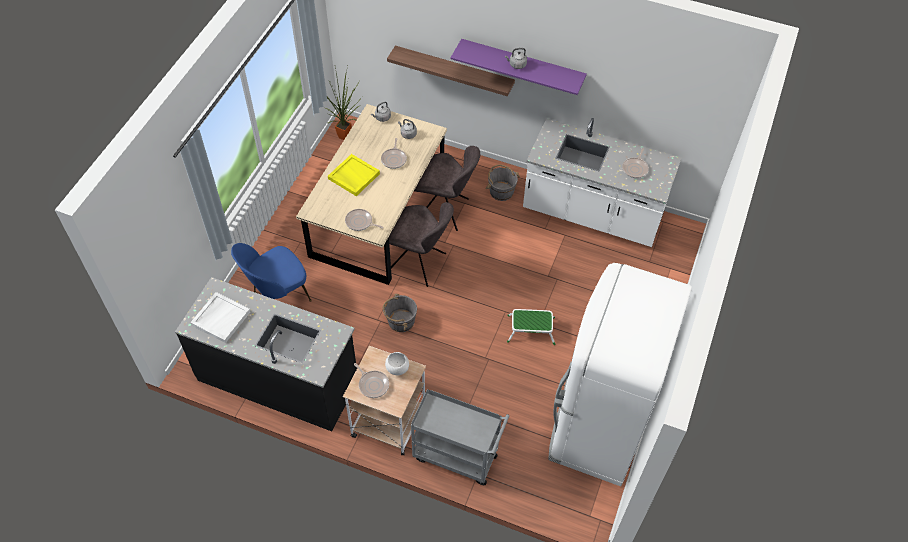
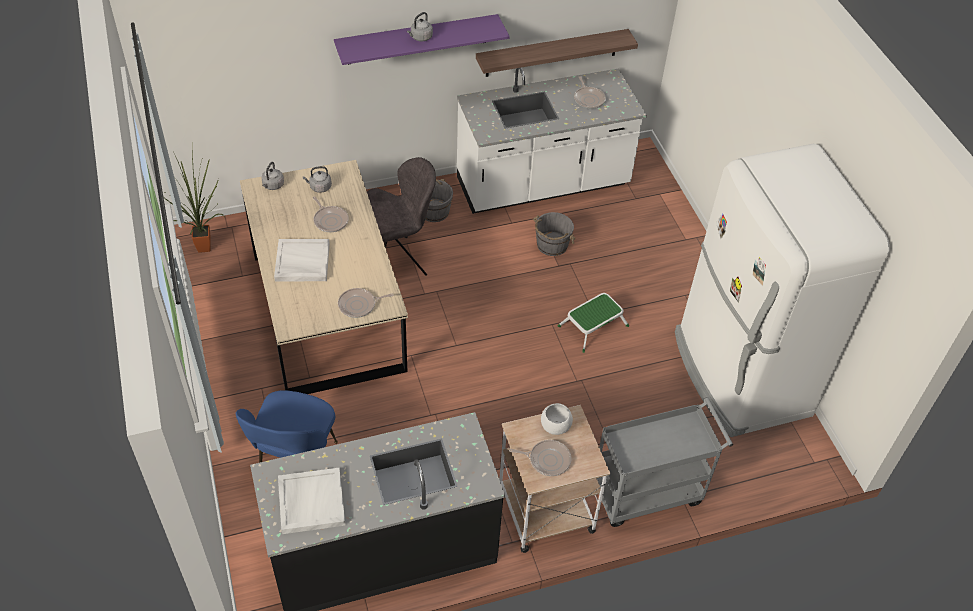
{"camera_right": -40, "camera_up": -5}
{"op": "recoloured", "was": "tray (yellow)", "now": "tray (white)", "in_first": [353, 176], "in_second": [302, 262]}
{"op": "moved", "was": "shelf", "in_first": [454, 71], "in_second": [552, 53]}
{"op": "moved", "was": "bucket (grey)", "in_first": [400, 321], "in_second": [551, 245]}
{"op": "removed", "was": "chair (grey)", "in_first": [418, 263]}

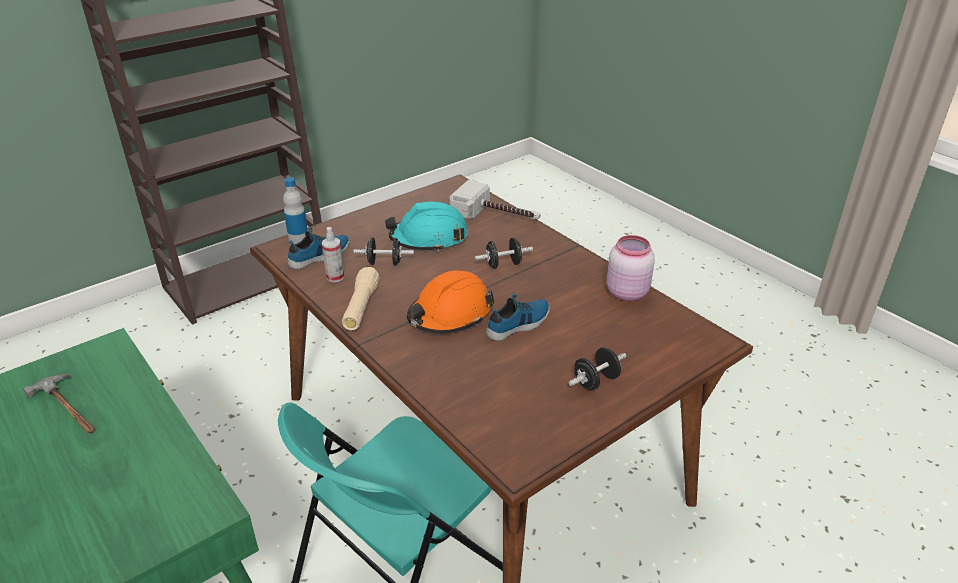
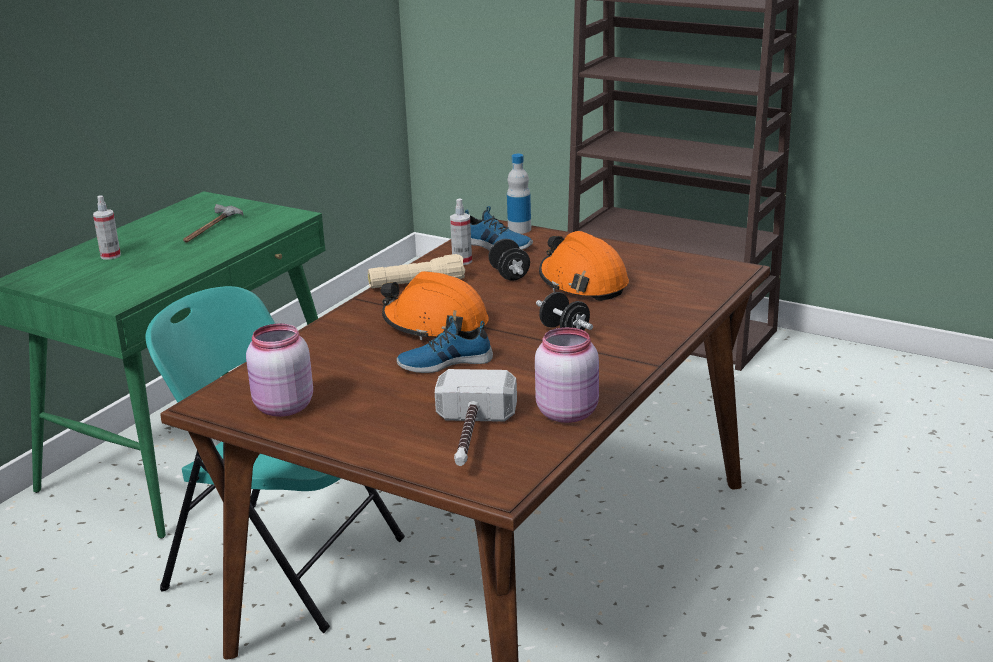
{"camera_right": 70, "camera_up": -10}
{"op": "added", "now": "spray bottle", "in_second": [110, 256]}
{"op": "added", "now": "jar (pink)", "in_second": [282, 408]}
{"op": "turned", "was": "shoe", "in_first": [519, 324], "in_second": [444, 362], "clockwise": 135}
{"op": "moved", "was": "hammer", "in_first": [497, 216], "in_second": [470, 438]}
{"op": "recoloured", "was": "hard hat (turquoise)", "now": "hard hat (orange)", "in_first": [429, 238], "in_second": [582, 283]}
{"op": "removed", "was": "dumbbell (black)", "in_first": [596, 381]}

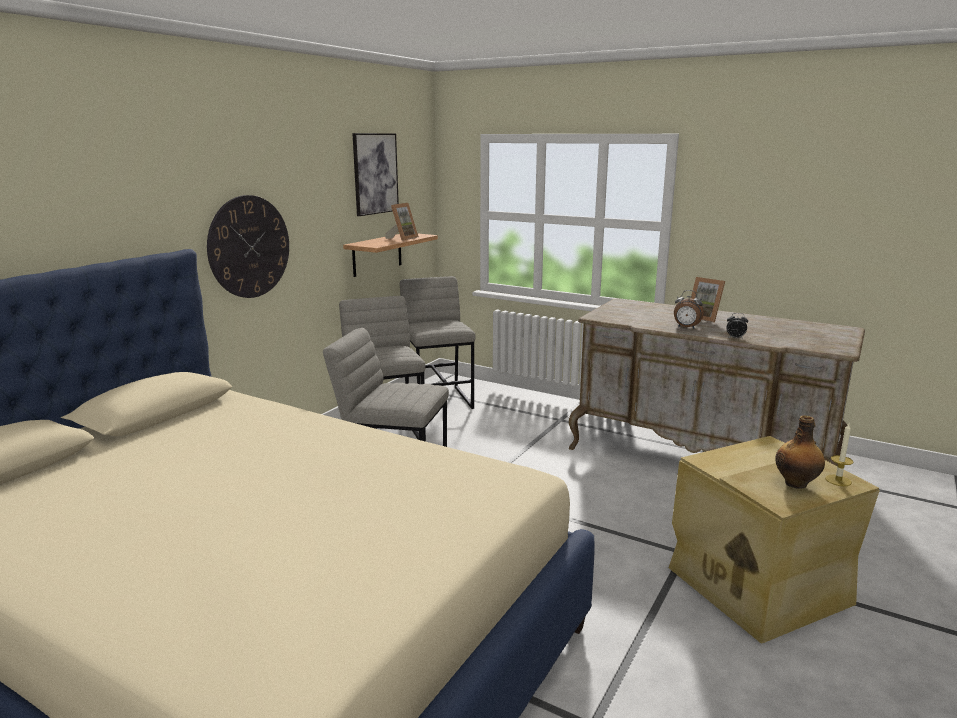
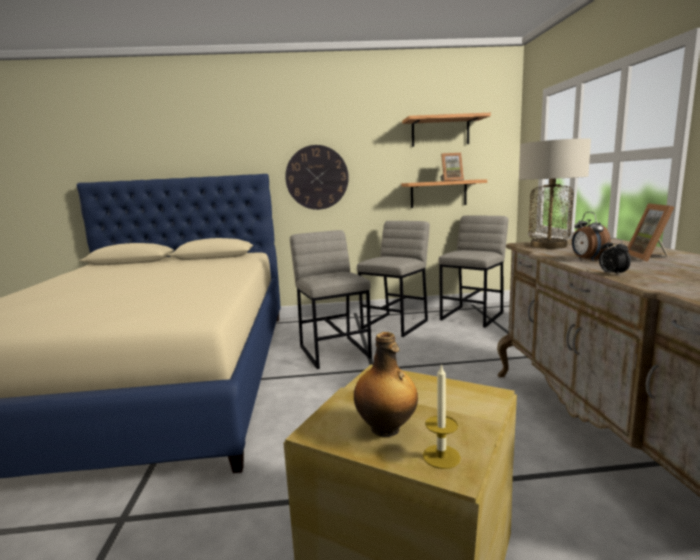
{"camera_right": 55, "camera_up": -5}
{"op": "replaced", "was": "picture", "now": "shelf", "in_first": [375, 173], "in_second": [440, 132]}
{"op": "added", "now": "table lamp", "in_second": [548, 246]}

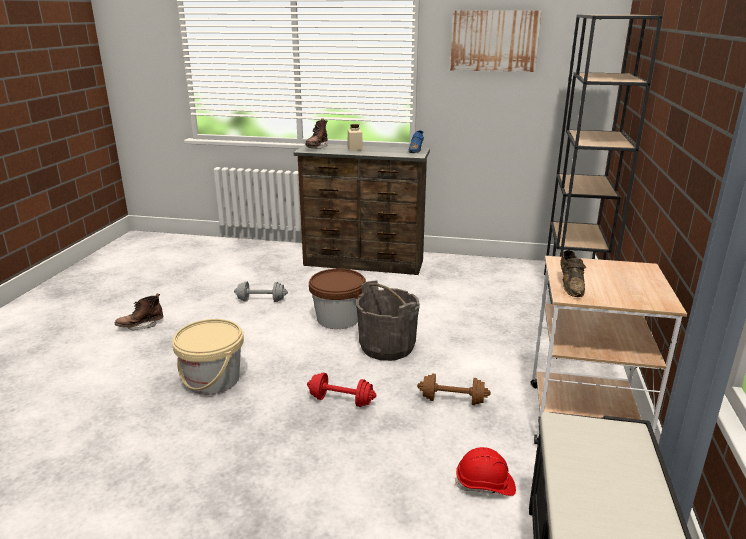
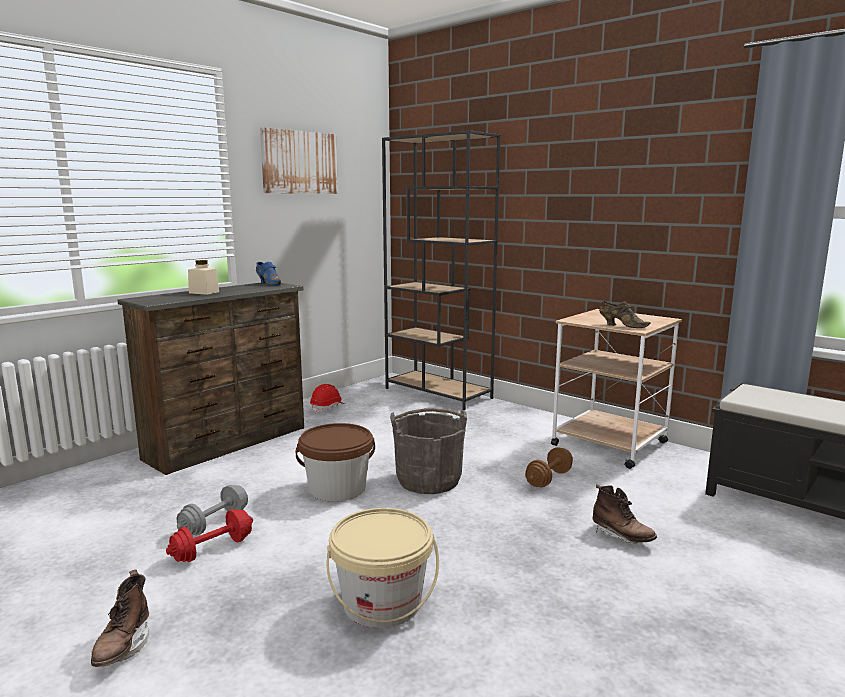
{"camera_right": -60, "camera_up": -10}
{"op": "moved", "was": "dumbbell (red)", "in_first": [341, 400], "in_second": [212, 549]}
{"op": "moved", "was": "hard hat (red)", "in_first": [485, 485], "in_second": [327, 407]}
{"op": "moved", "was": "boot (brown)", "in_first": [317, 147], "in_second": [622, 536]}

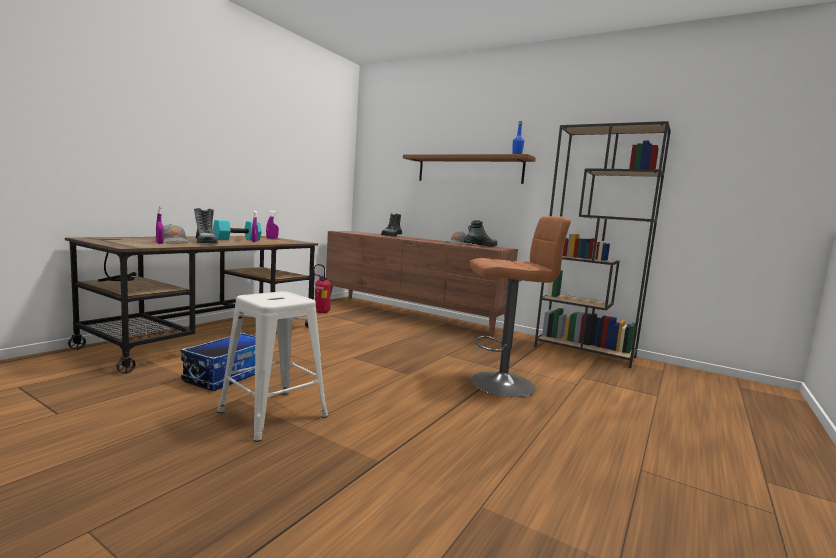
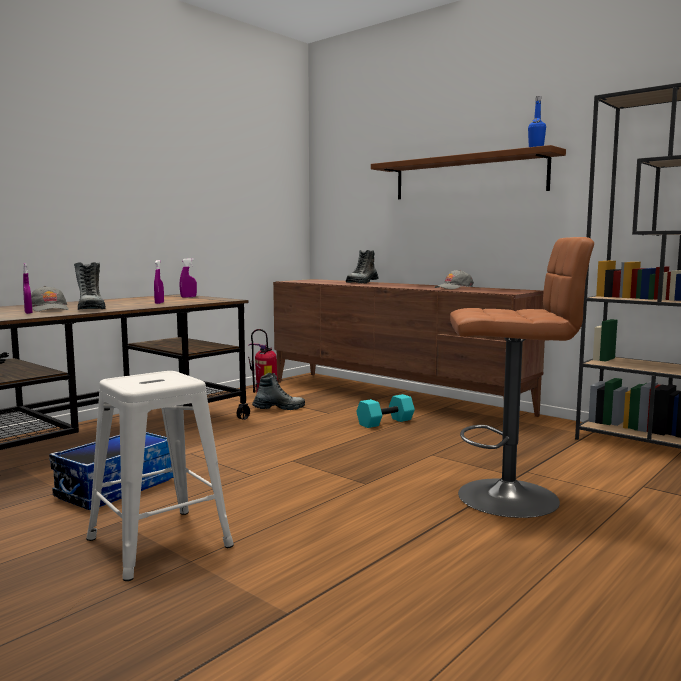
{"camera_right": 10, "camera_up": 0}
{"op": "moved", "was": "boot", "in_first": [480, 246], "in_second": [279, 408]}
{"op": "moved", "was": "dumbbell (turquoise)", "in_first": [237, 239], "in_second": [385, 422]}

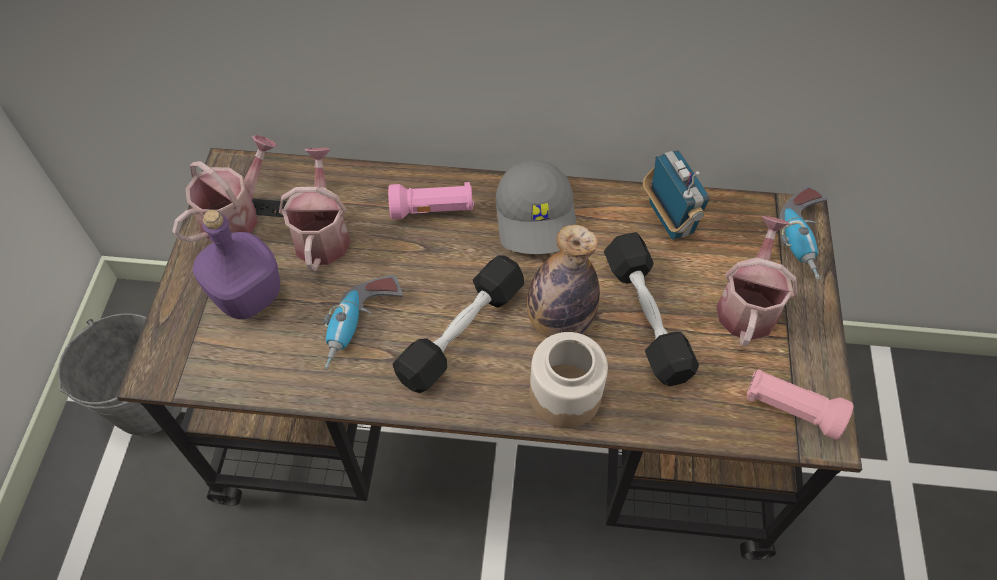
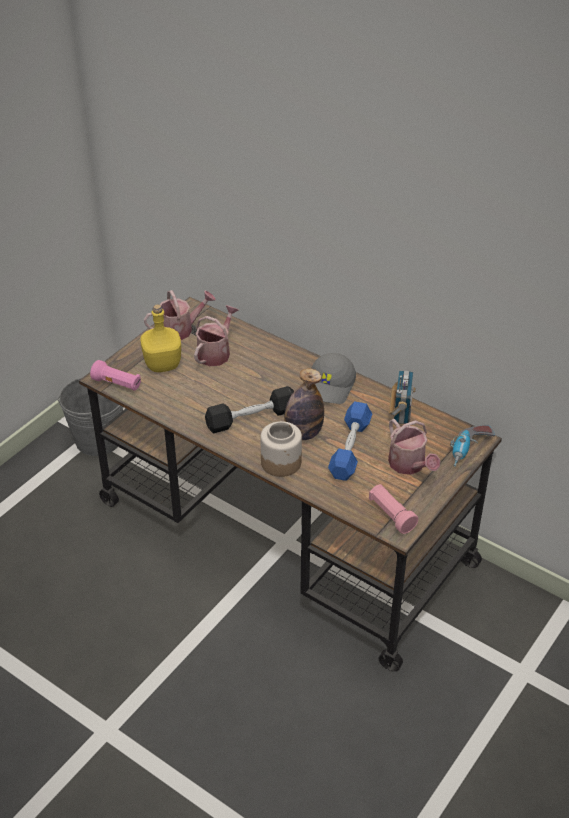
{"camera_right": 30, "camera_up": -15}
{"op": "moved", "was": "flashlight (pink)", "in_first": [432, 210], "in_second": [117, 384]}
{"op": "recoloured", "was": "bottle (purple)", "now": "bottle (yellow)", "in_first": [249, 295], "in_second": [163, 364]}
{"op": "recoloured", "was": "dumbbell (black)", "now": "dumbbell (blue)", "in_first": [646, 317], "in_second": [350, 449]}
{"op": "turned", "was": "watering can", "in_first": [748, 305], "in_second": [409, 465], "clockwise": 105}
{"op": "removed", "was": "power drill", "in_first": [361, 327]}

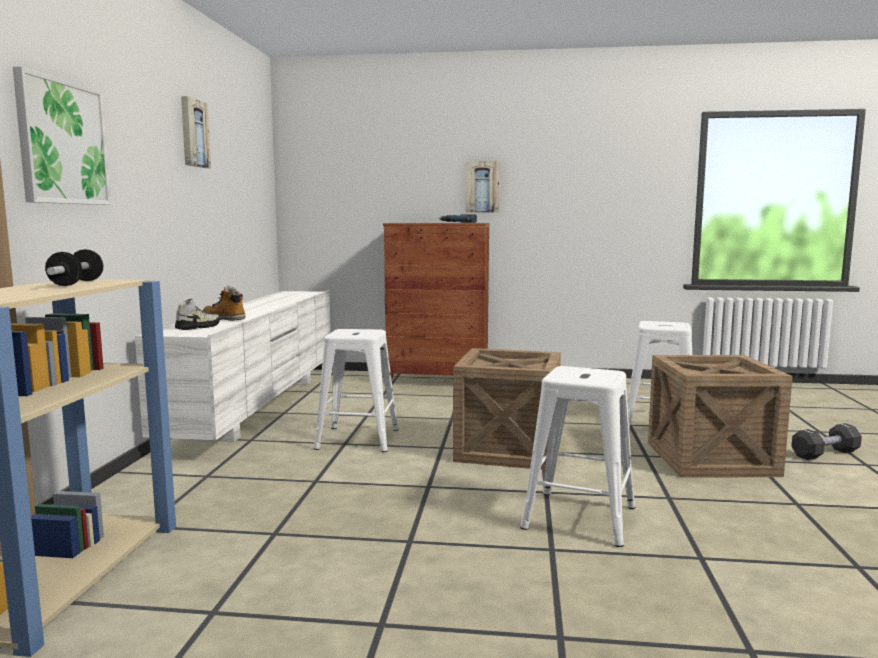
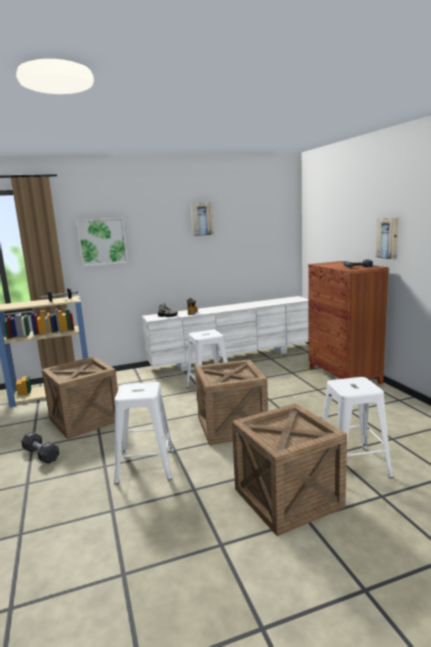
{"camera_right": 65, "camera_up": 5}
{"op": "moved", "was": "dumbbell (black)", "in_first": [825, 454], "in_second": [41, 455]}
{"op": "added", "now": "crate", "in_second": [85, 419]}

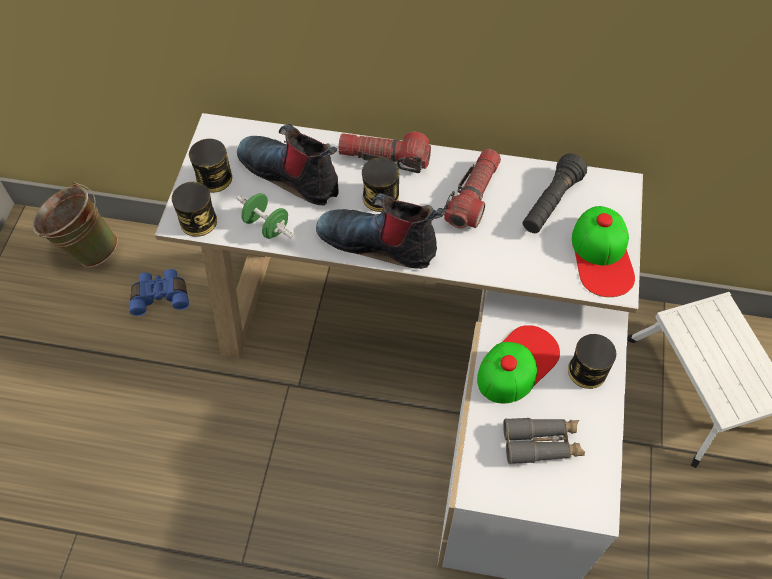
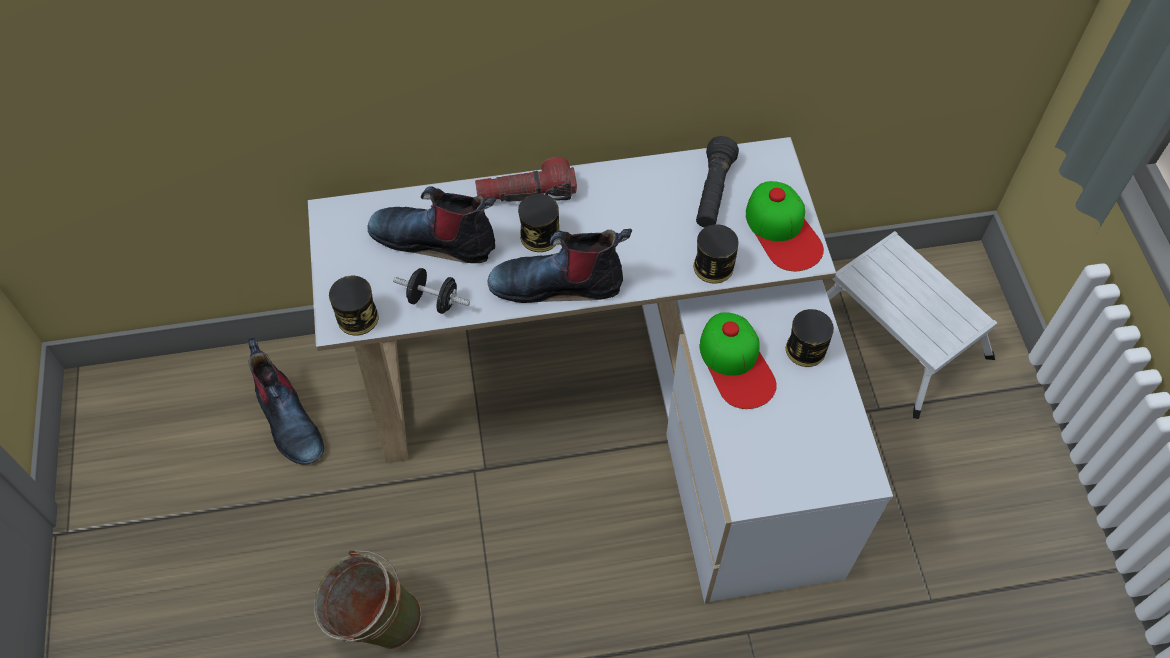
{"camera_right": -20, "camera_up": 0}
{"op": "replaced", "was": "binoculars (blue)", "now": "boot", "in_first": [161, 295], "in_second": [288, 420]}
{"op": "moved", "was": "bucket (green)", "in_first": [86, 249], "in_second": [374, 623]}
{"op": "recoloured", "was": "dumbbell (green)", "now": "dumbbell (black)", "in_first": [266, 226], "in_second": [433, 301]}
{"op": "moved", "was": "can", "in_first": [214, 178], "in_second": [713, 266]}
{"op": "turned", "was": "cap", "in_first": [517, 364], "in_second": [736, 364], "clockwise": 135}
{"op": "removed", "was": "flashlight", "in_first": [473, 196]}
{"op": "removed", "was": "binoculars (grey)", "in_first": [542, 443]}

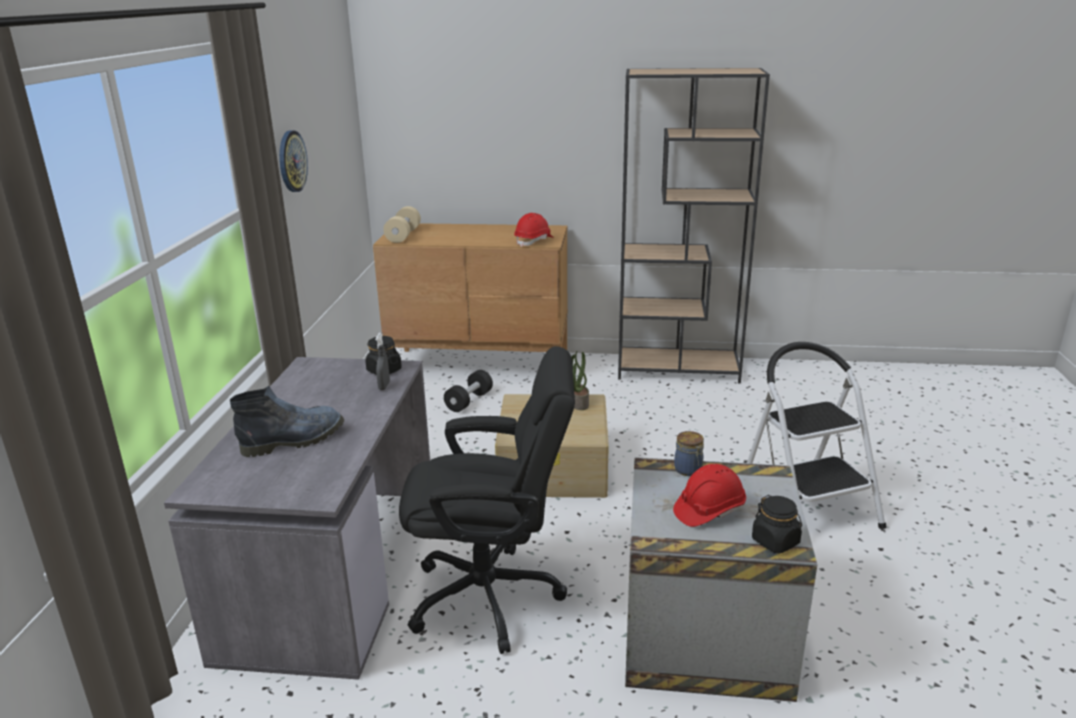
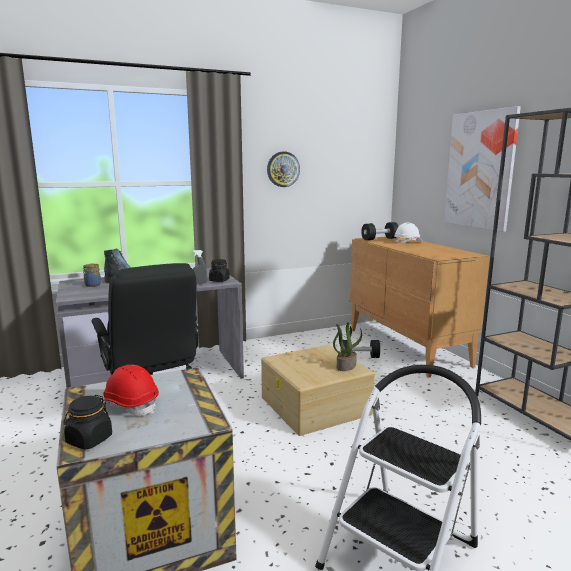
{"camera_right": 60, "camera_up": -10}
{"op": "moved", "was": "jar", "in_first": [689, 470], "in_second": [92, 285]}
{"op": "recoloured", "was": "dumbbell (beige)", "now": "dumbbell (black)", "in_first": [403, 236], "in_second": [379, 239]}
{"op": "added", "now": "hard hat (white)", "in_second": [407, 242]}
{"op": "added", "now": "picture", "in_second": [480, 170]}
{"op": "removed", "was": "hard hat (red)", "in_first": [534, 241]}

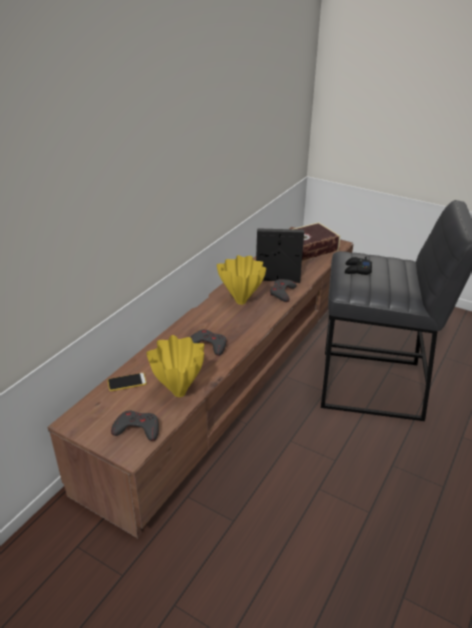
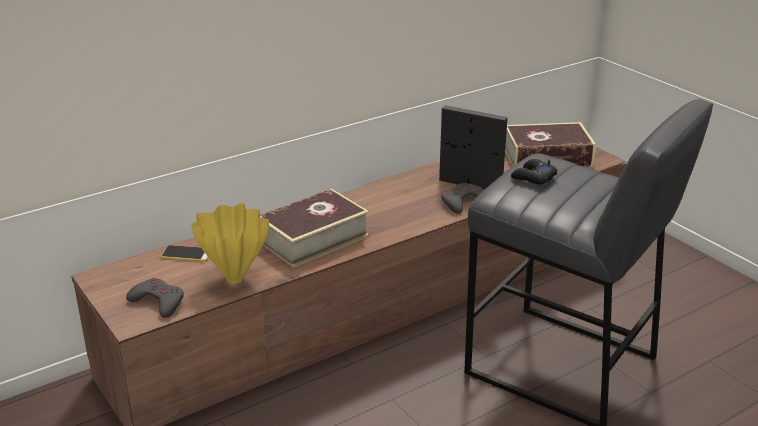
{"camera_right": 25, "camera_up": -5}
{"op": "replaced", "was": "game controller (grey)", "now": "book", "in_first": [208, 345], "in_second": [313, 238]}
{"op": "removed", "was": "vase (yellow)", "in_first": [242, 302]}

